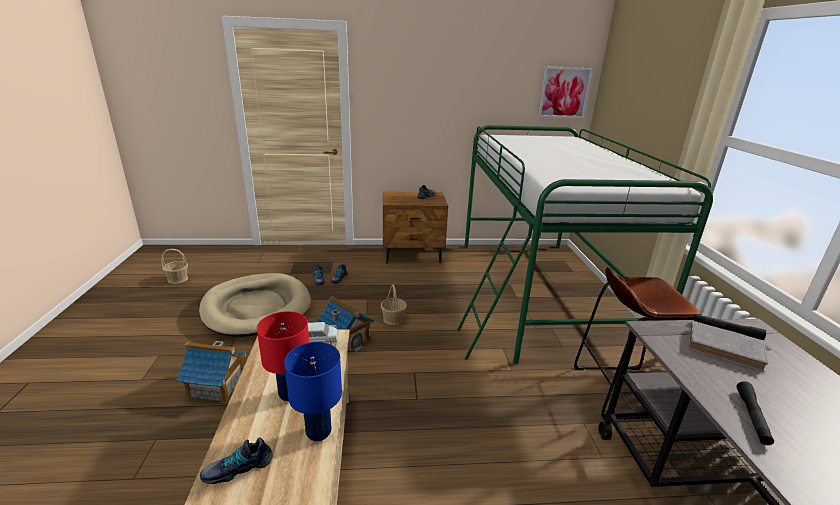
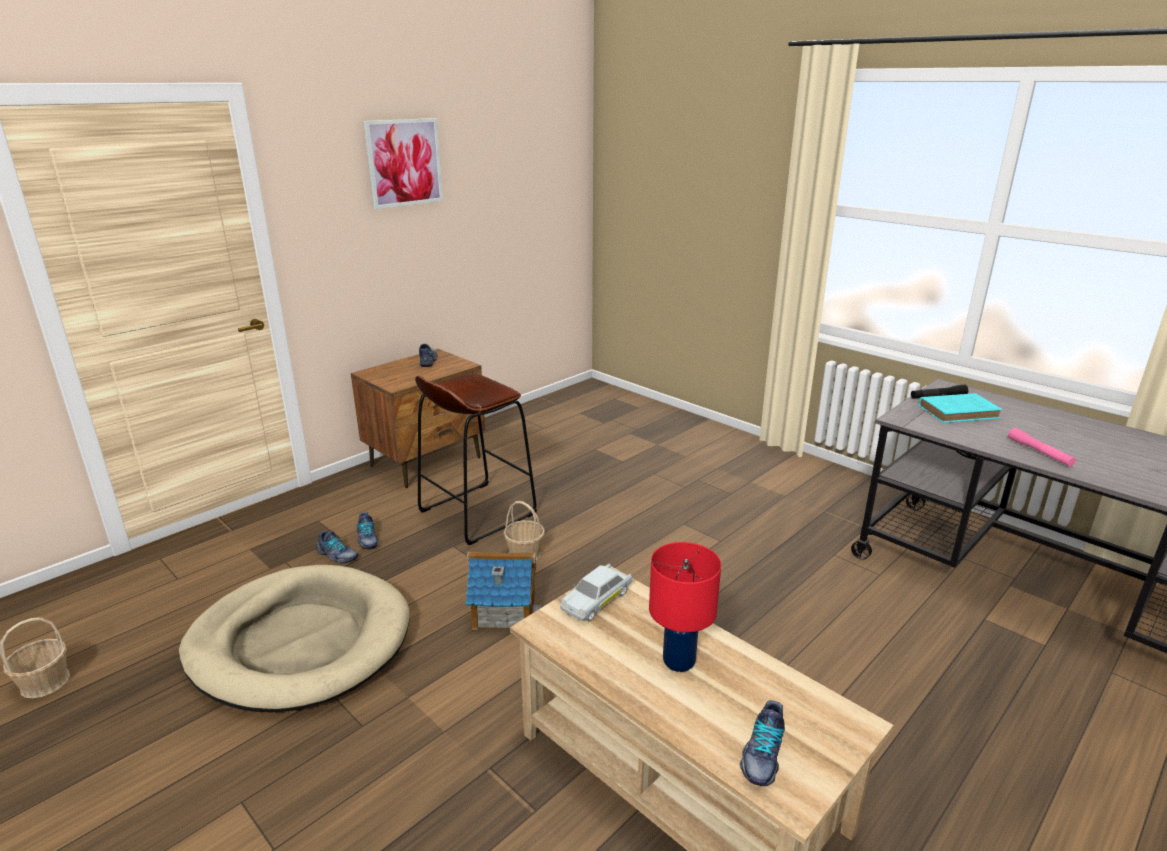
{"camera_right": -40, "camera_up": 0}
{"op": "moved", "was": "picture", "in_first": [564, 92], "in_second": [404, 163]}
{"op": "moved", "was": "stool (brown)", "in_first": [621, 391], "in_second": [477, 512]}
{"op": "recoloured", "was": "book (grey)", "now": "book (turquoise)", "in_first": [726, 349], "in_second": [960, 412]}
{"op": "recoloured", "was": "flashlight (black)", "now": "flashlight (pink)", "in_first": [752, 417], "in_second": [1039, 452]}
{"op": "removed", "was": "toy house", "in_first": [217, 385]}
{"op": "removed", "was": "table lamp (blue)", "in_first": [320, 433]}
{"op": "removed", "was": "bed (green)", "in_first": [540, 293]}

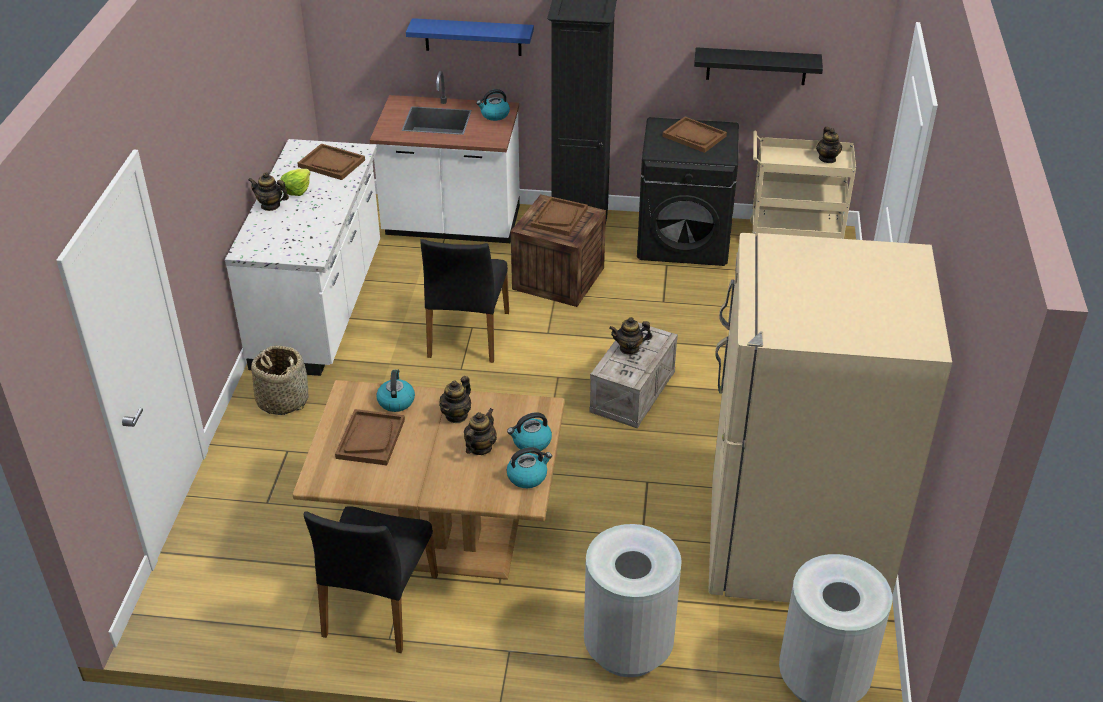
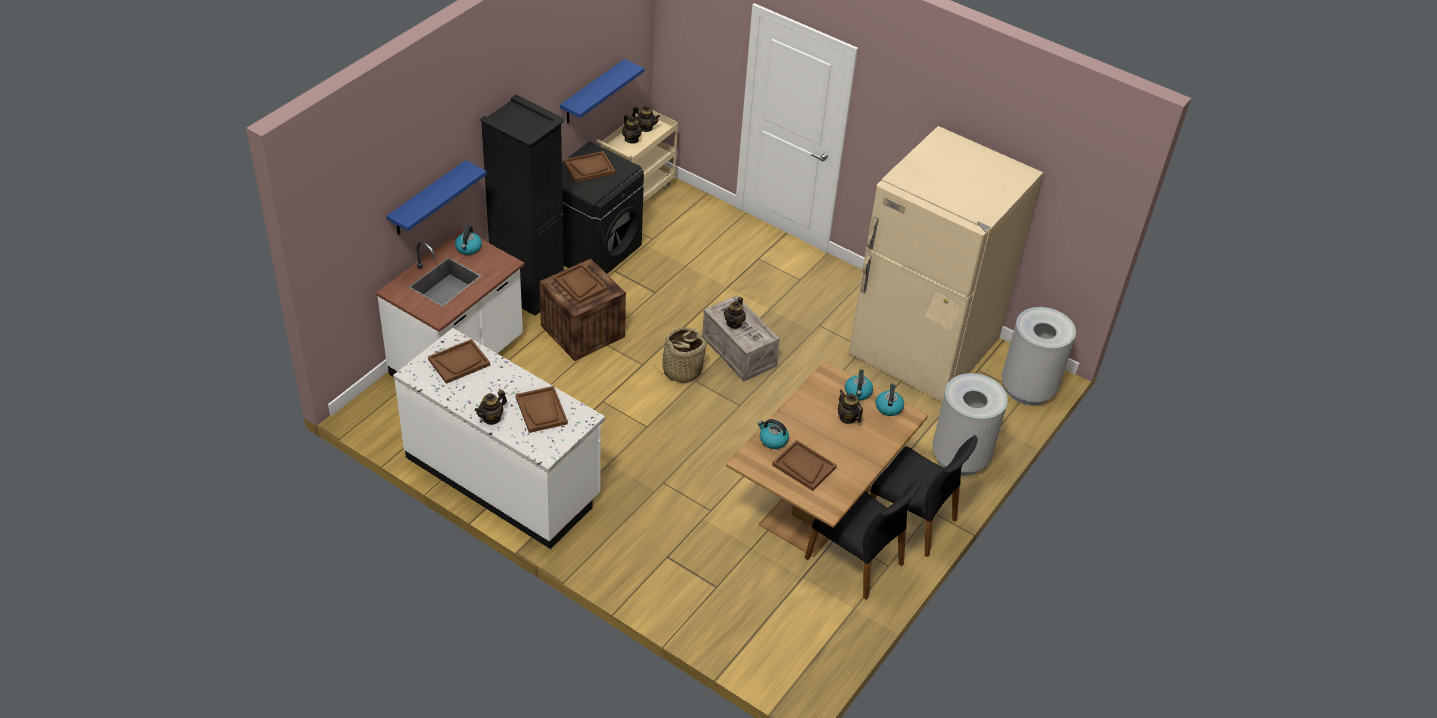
{"camera_right": -65, "camera_up": 5}
{"op": "added", "now": "tray (brown)", "in_second": [541, 410]}
{"op": "recoloured", "was": "shelf (black)", "now": "shelf (blue)", "in_first": [756, 66], "in_second": [592, 92]}
{"op": "moved", "was": "teapot", "in_first": [456, 415], "in_second": [631, 139]}
{"op": "moved", "was": "basket", "in_first": [282, 400], "in_second": [681, 370]}
{"op": "moved", "was": "chair (black)", "in_first": [467, 335], "in_second": [911, 520]}
{"op": "removed", "was": "lettuce", "in_first": [297, 190]}

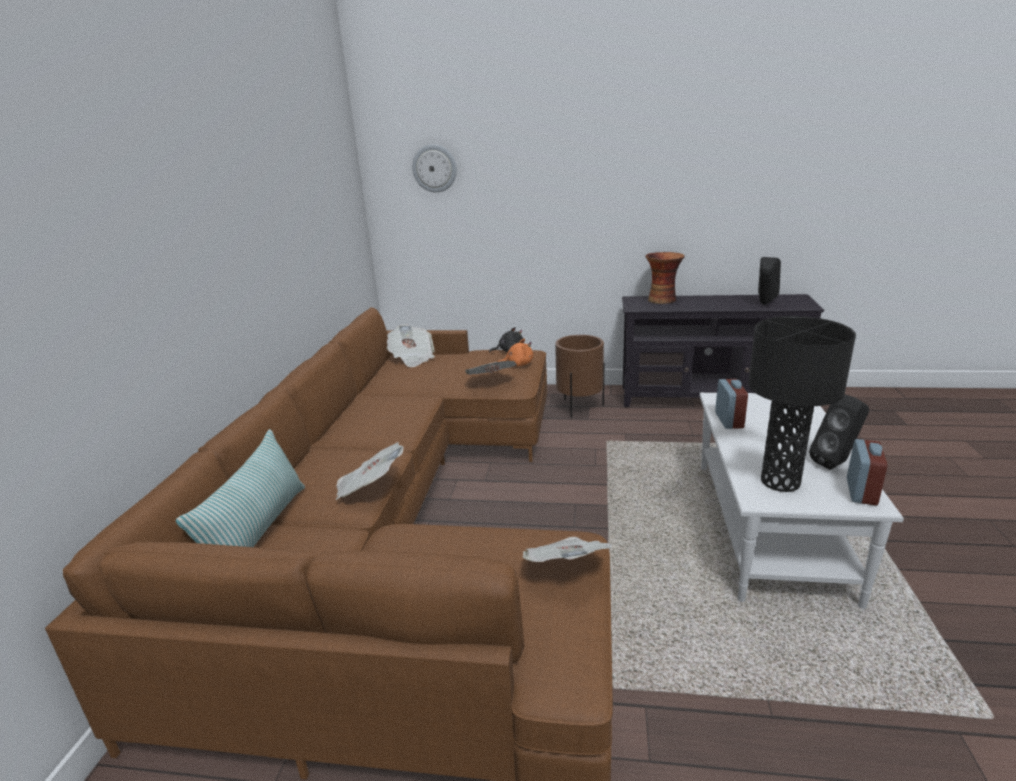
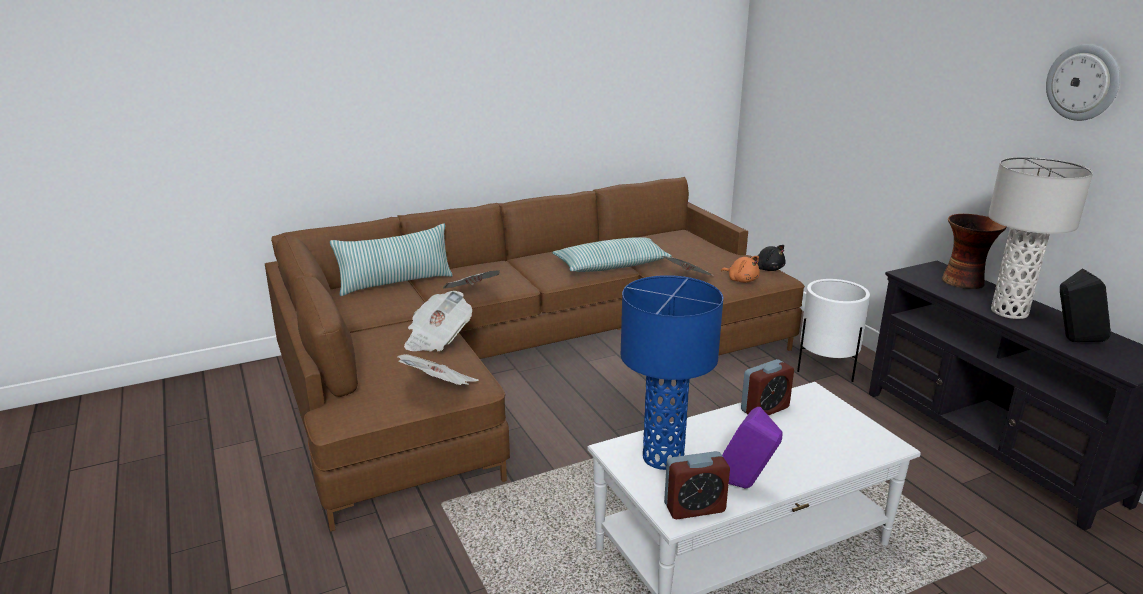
{"camera_right": 55, "camera_up": 0}
{"op": "moved", "was": "newspaper", "in_first": [412, 358], "in_second": [437, 339]}
{"op": "added", "now": "pillow", "in_second": [611, 266]}
{"op": "recoloured", "was": "table lamp (black)", "now": "table lamp (blue)", "in_first": [781, 482], "in_second": [663, 458]}
{"op": "recoloured", "was": "speaker (black)", "now": "speaker (purple)", "in_first": [836, 463], "in_second": [743, 486]}
{"op": "recoloured", "was": "planter (brown)", "now": "planter (white)", "in_first": [580, 407], "in_second": [826, 369]}
{"op": "added", "now": "table lamp (white)", "in_second": [1009, 311]}
{"op": "moved", "was": "wall clock", "in_first": [434, 168], "in_second": [1083, 82]}

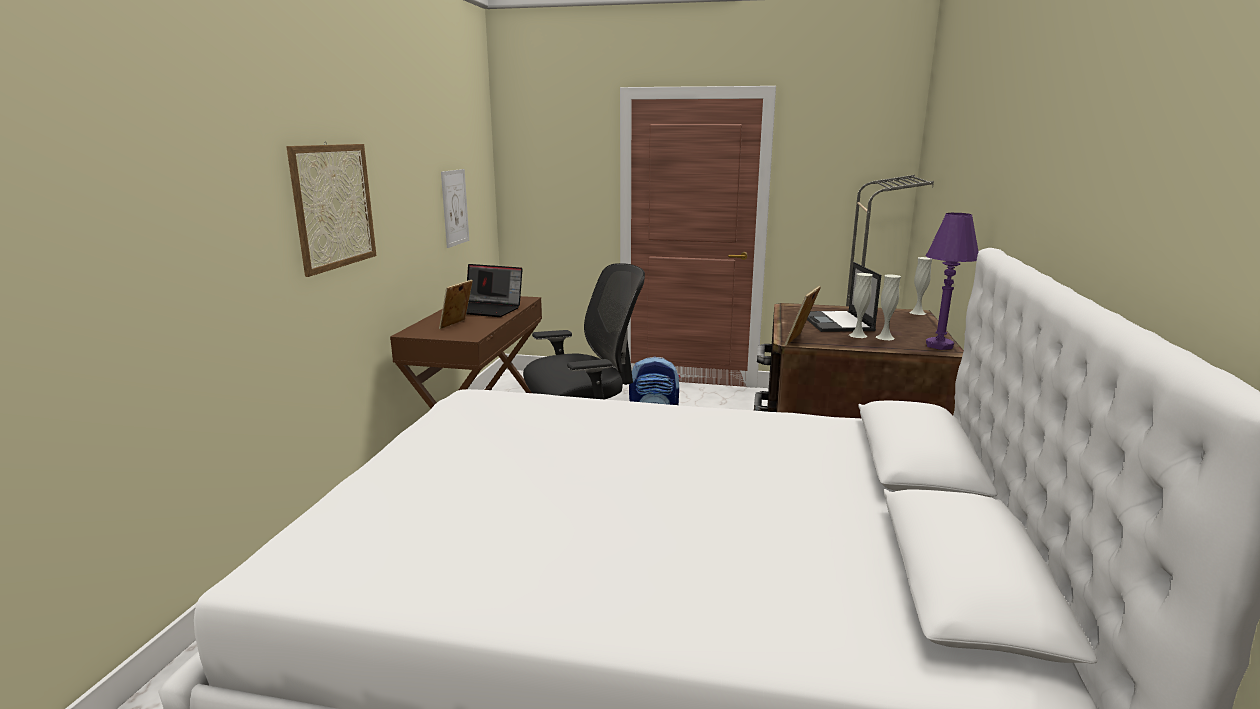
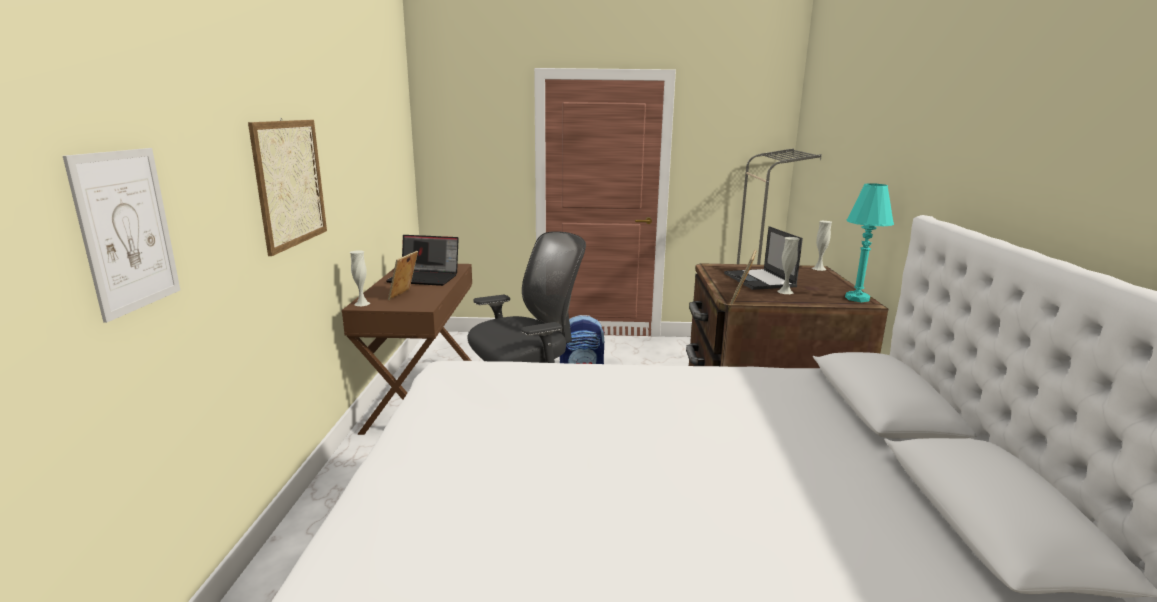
{"camera_right": -10, "camera_up": 0}
{"op": "moved", "was": "picture", "in_first": [455, 207], "in_second": [127, 231]}
{"op": "moved", "was": "vase (white)", "in_first": [885, 337], "in_second": [362, 304]}
{"op": "recoloured", "was": "table lamp (purple)", "now": "table lamp (turquoise)", "in_first": [939, 346], "in_second": [857, 298]}

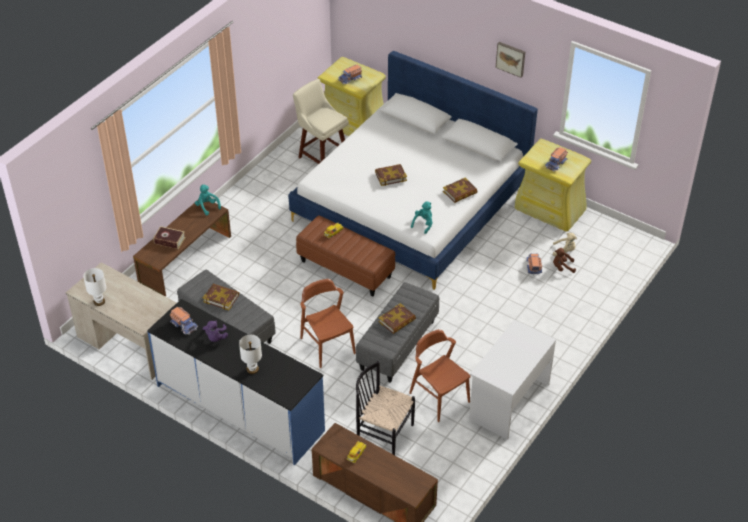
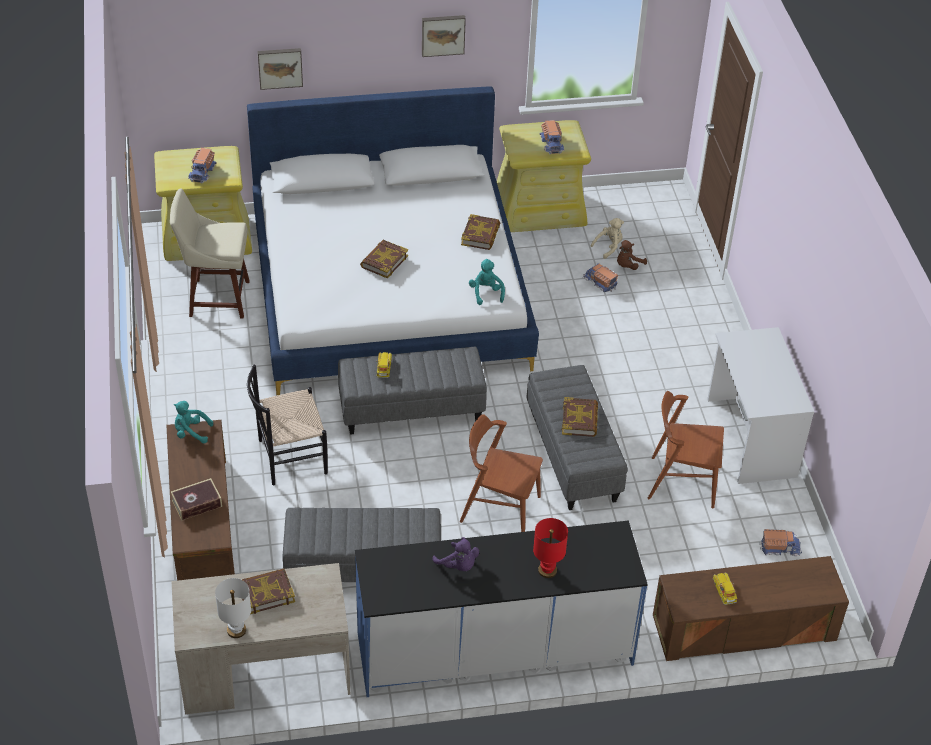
{"camera_right": -45, "camera_up": 0}
{"op": "moved", "was": "book", "in_first": [221, 298], "in_second": [266, 593]}
{"op": "moved", "was": "chair (black)", "in_first": [383, 433], "in_second": [289, 457]}
{"op": "added", "now": "picture", "in_second": [280, 67]}
{"op": "recoloured", "was": "ottoman (brown)", "now": "ottoman (grey)", "in_first": [346, 269], "in_second": [411, 410]}
{"op": "recoloured", "was": "table lamp (white)", "now": "table lamp (red)", "in_first": [252, 369], "in_second": [547, 571]}
{"op": "moved", "was": "toy truck", "in_first": [184, 325], "in_second": [780, 548]}

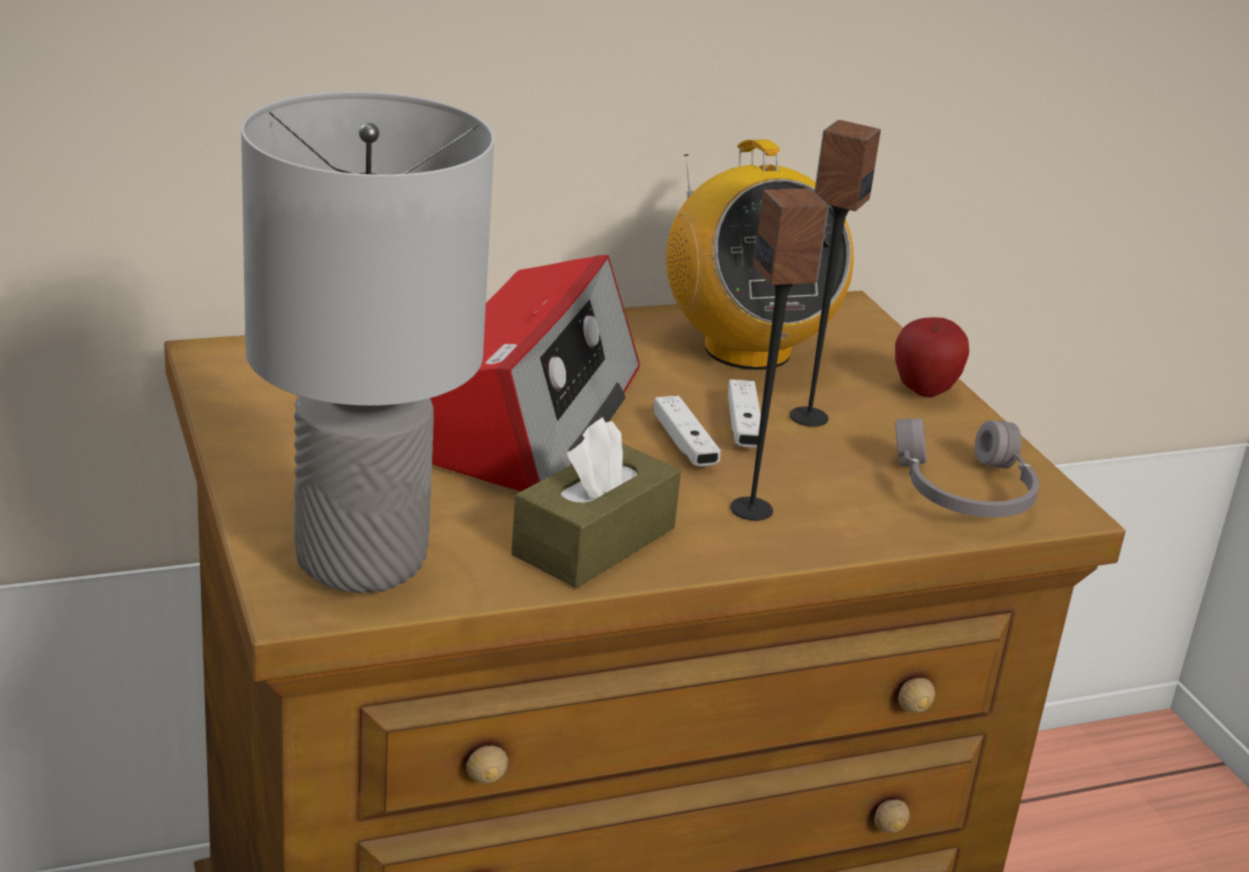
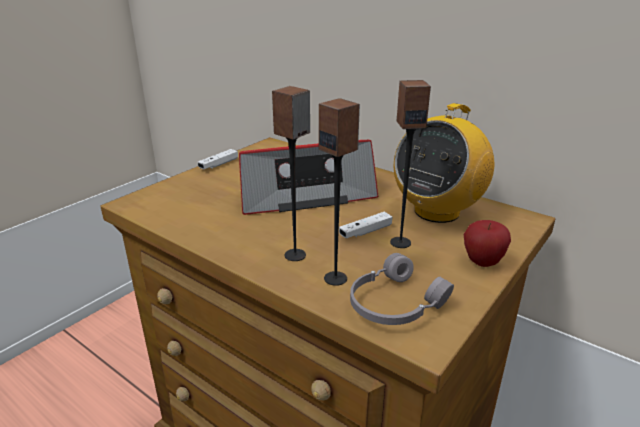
{"camera_right": 60, "camera_up": 0}
{"op": "moved", "was": "game controller (white)", "in_first": [684, 444], "in_second": [219, 164]}
{"op": "added", "now": "speaker", "in_second": [336, 278]}
{"op": "removed", "was": "table lamp (grey)", "in_first": [361, 569]}
{"op": "removed", "was": "tissue box (brown)", "in_first": [594, 541]}

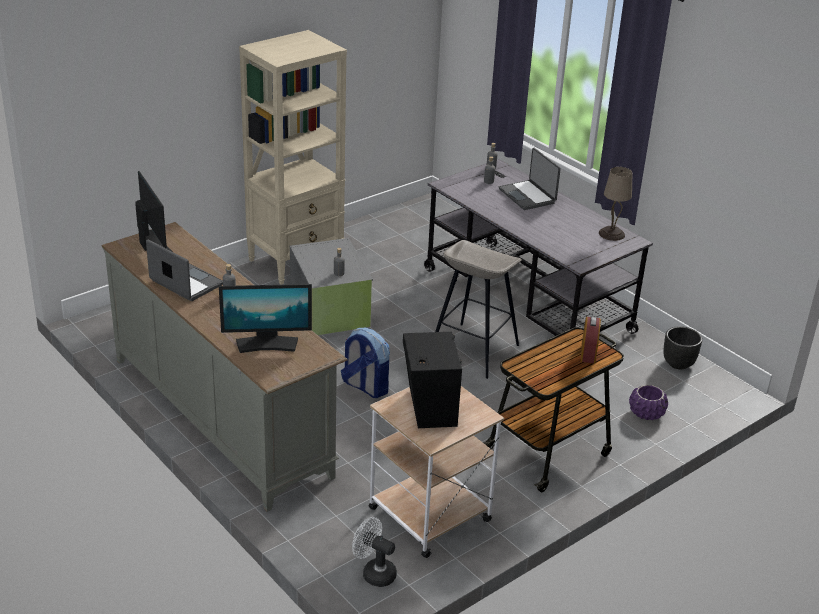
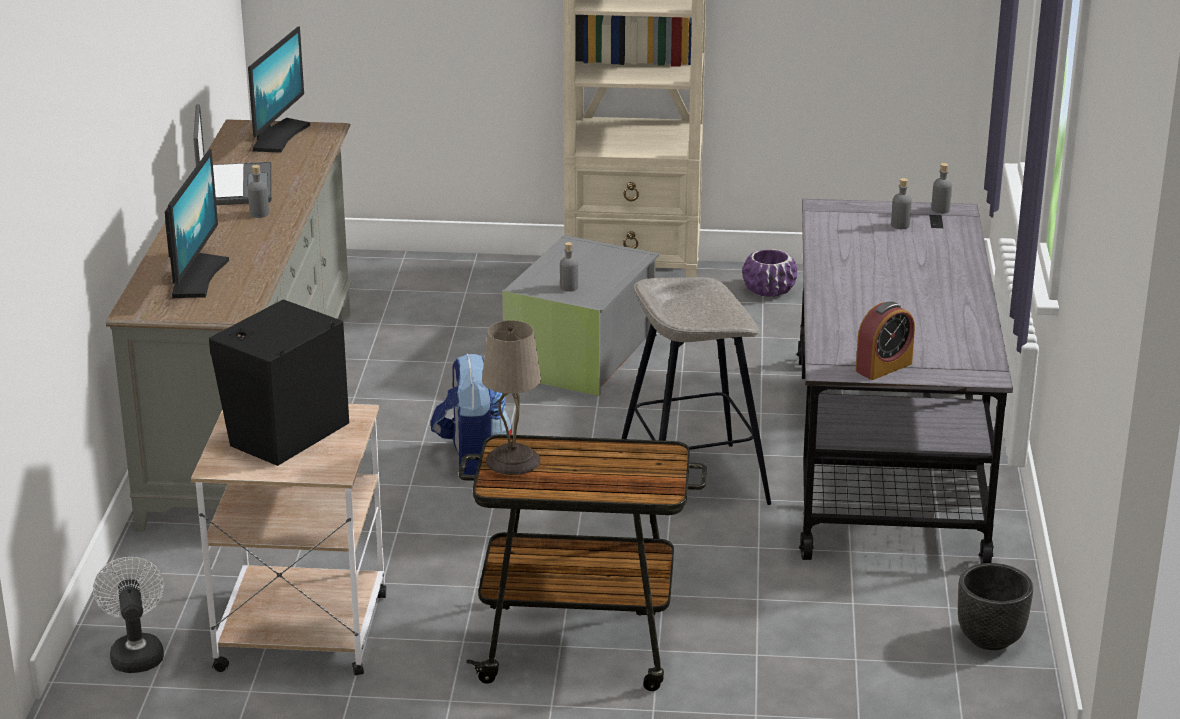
{"camera_right": 45, "camera_up": -5}
{"op": "turned", "was": "monitor", "in_first": [267, 344], "in_second": [196, 277], "clockwise": -120}
{"op": "moved", "was": "table lamp (beige)", "in_first": [611, 234], "in_second": [511, 461]}
{"op": "moved", "was": "planter (purple)", "in_first": [646, 413], "in_second": [769, 290]}
{"op": "moved", "was": "alarm clock", "in_first": [588, 353], "in_second": [883, 367]}
{"op": "removed", "was": "laptop", "in_first": [528, 196]}

